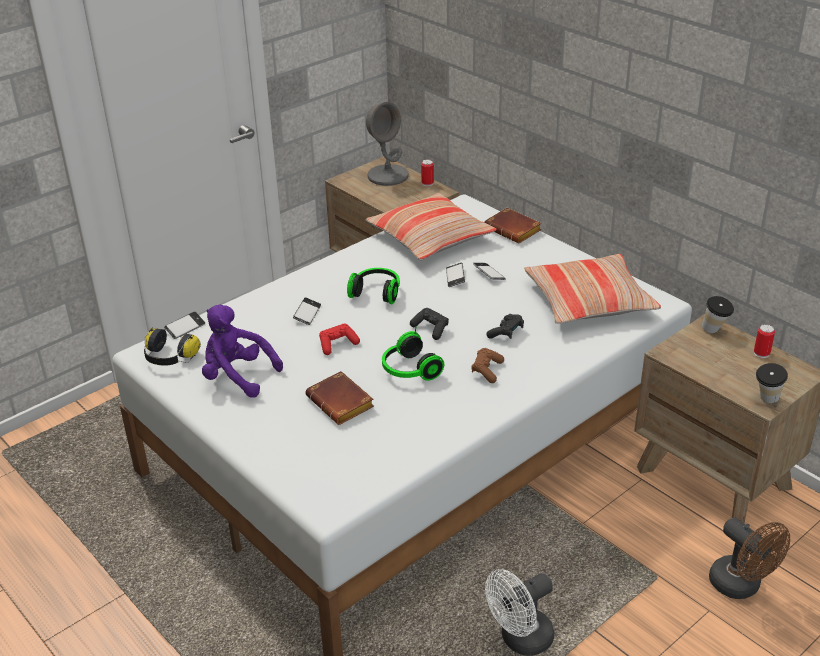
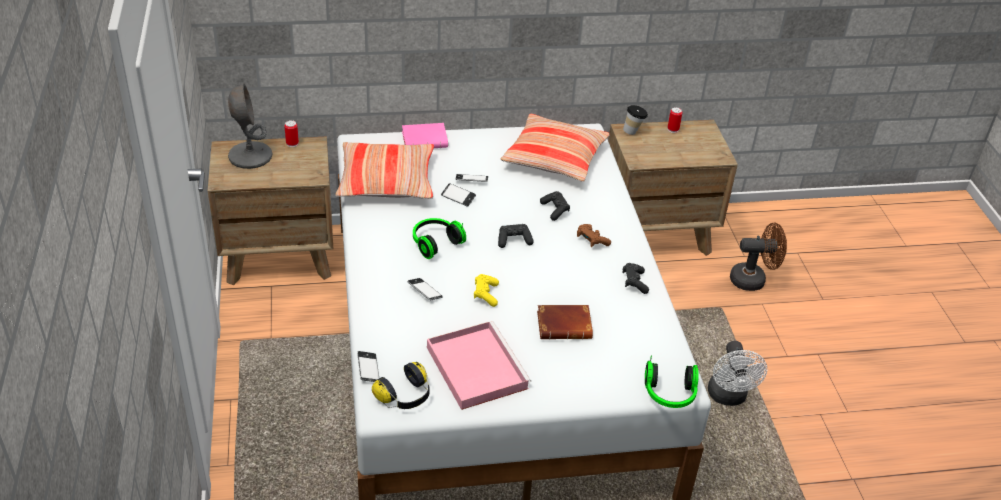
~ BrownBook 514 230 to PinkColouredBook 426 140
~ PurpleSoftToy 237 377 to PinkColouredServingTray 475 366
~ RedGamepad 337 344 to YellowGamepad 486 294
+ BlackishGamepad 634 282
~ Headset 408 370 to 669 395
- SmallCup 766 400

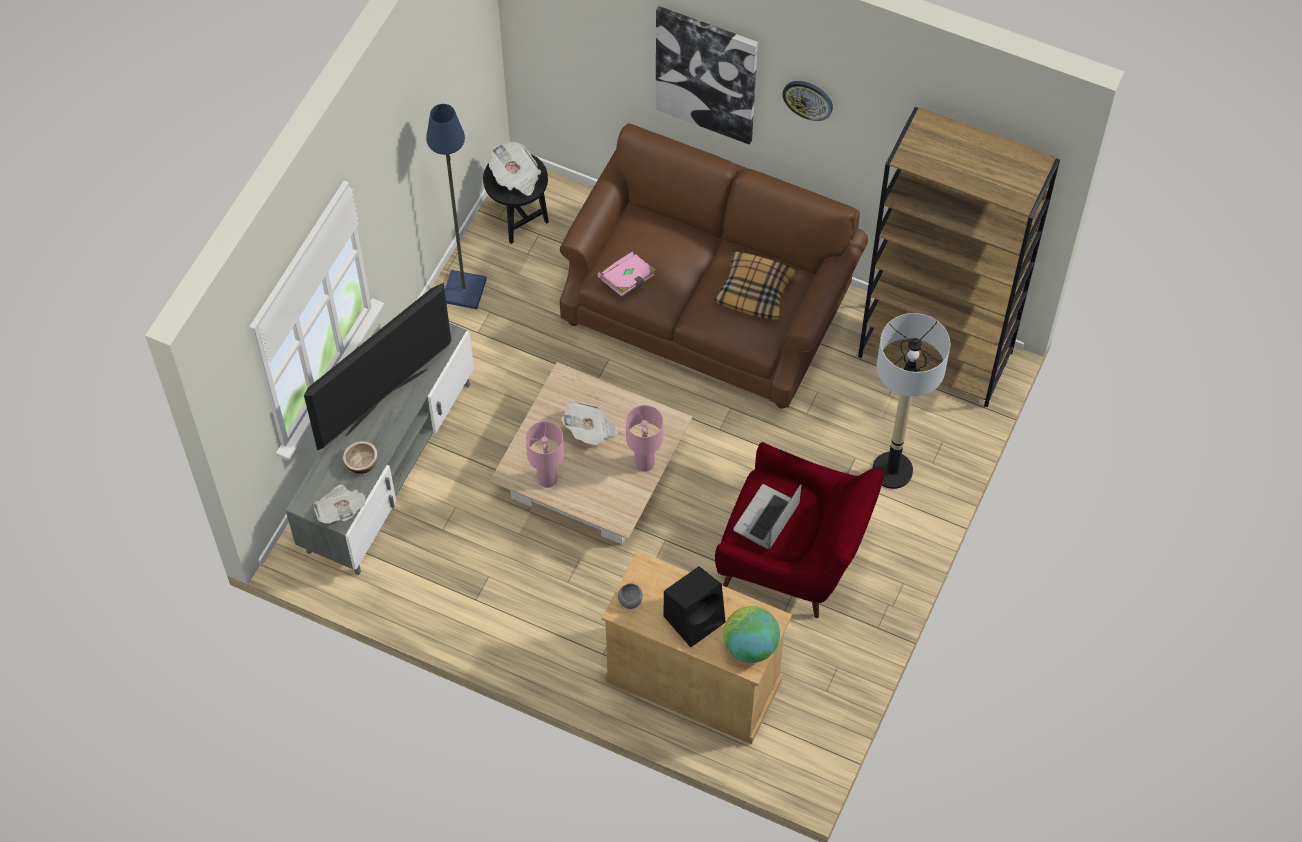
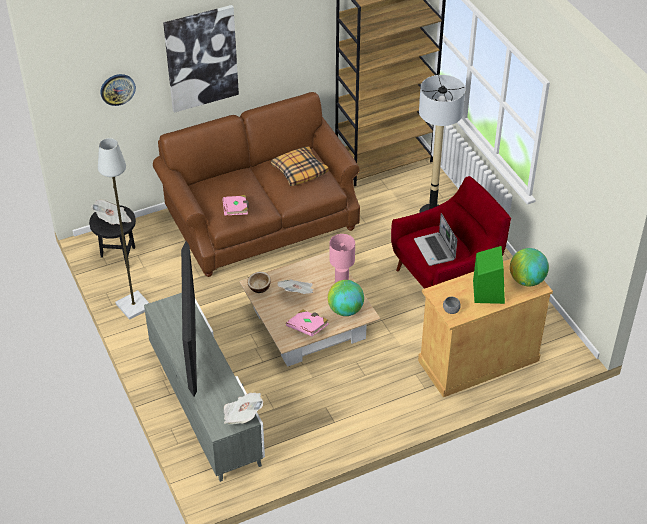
~ BluishStandardLamp 463 290 to GrayStandardLamp 133 306
~ HangingClock 808 99 to 117 89
~ DeepDish 362 463 to 259 287
~ PinkColouredTableLamp 547 478 to PinkColouredBook 307 328
+ WorldGlobe 345 310
~ BlackishAudioSpeaker 695 618 to GreenAudioSpeaker 488 291

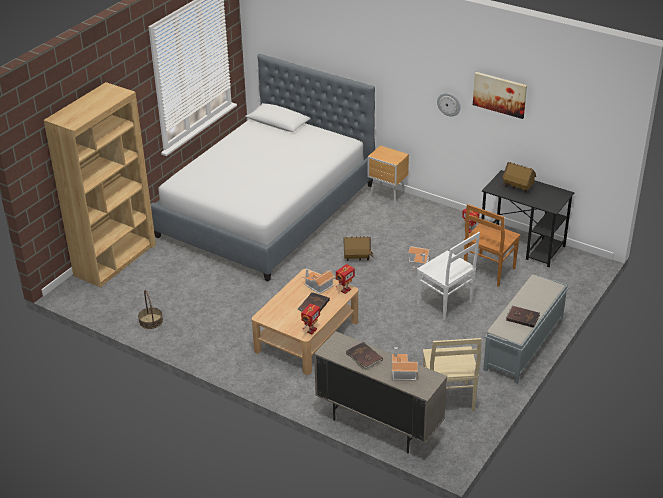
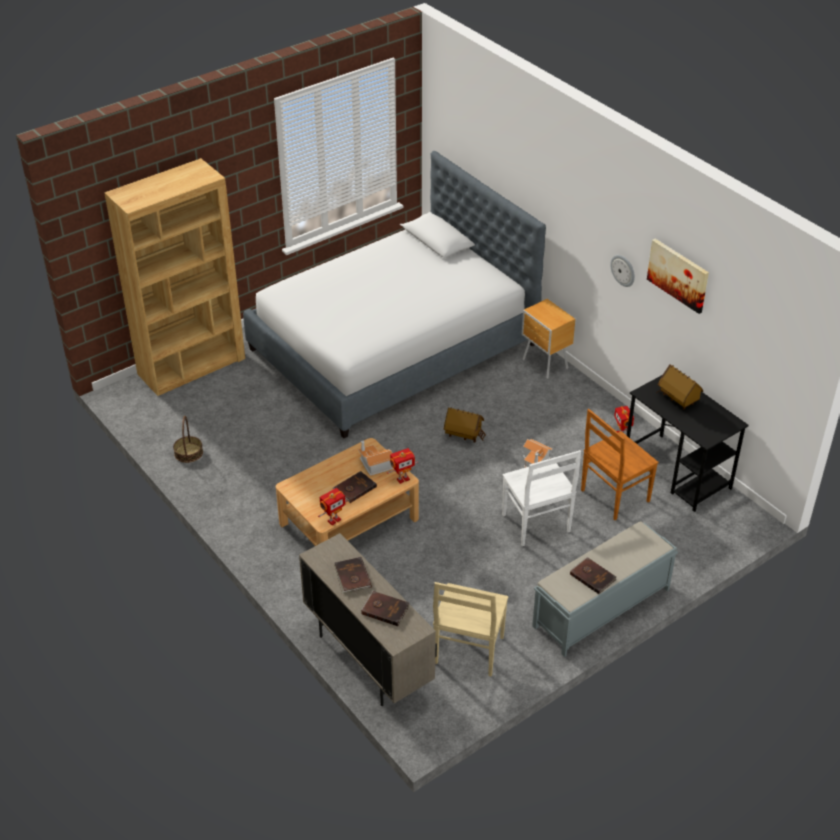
~ MiniatureHouse 402 372 to BrownBook 385 609

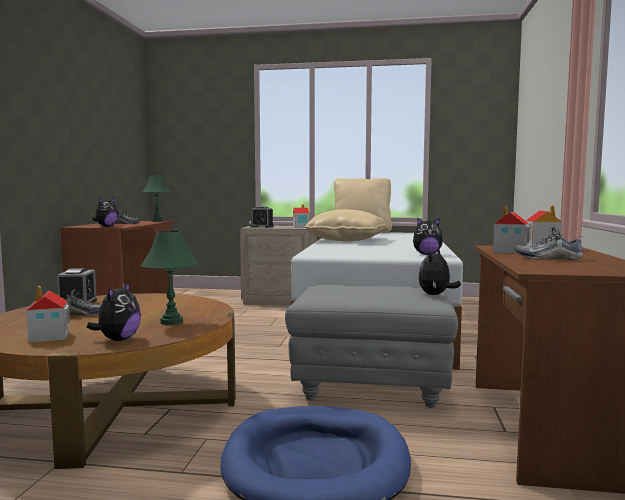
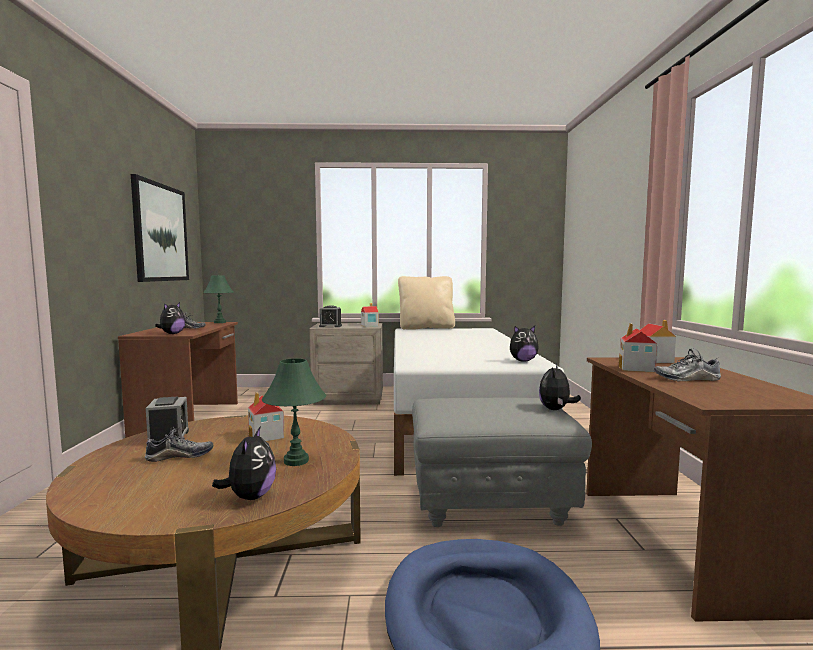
+ WallArt 160 233
~ MiniatureHouse 49 337 to 266 436
- BeigeColouredThrowPillow 346 240

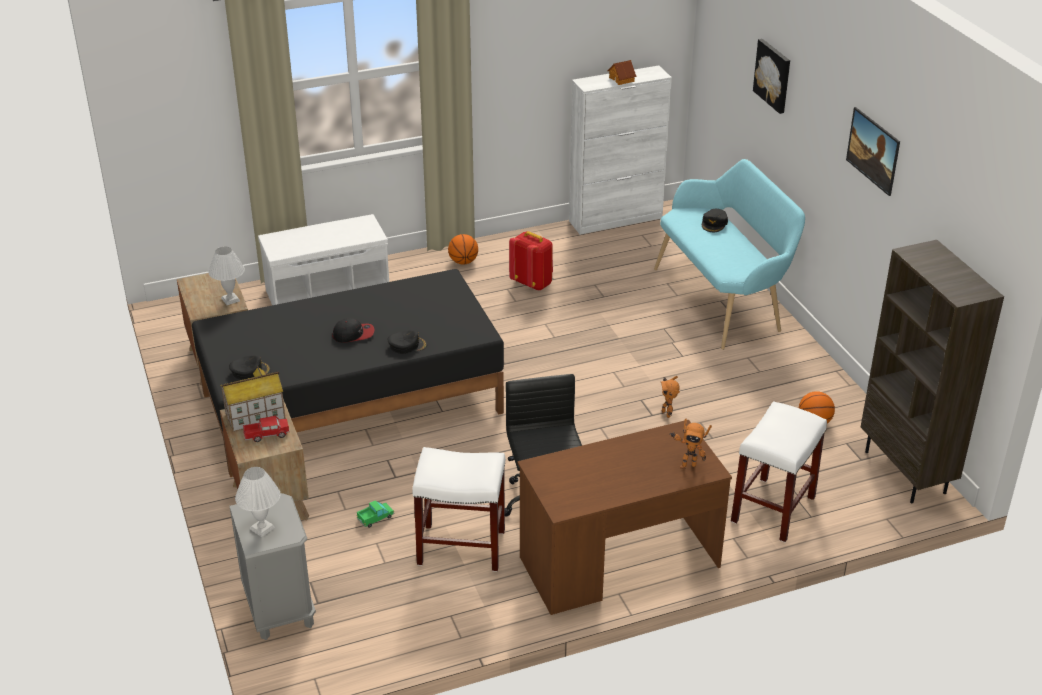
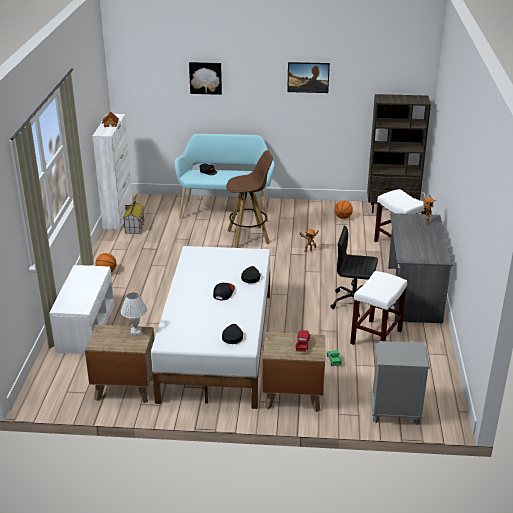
~ MiniatureHouse 255 416 to 134 227
~ BlackishSleepingBed 350 402 to WhiteSleepingBed 216 345
+ BrownStool 249 237
~ BrownDeskUnit 619 562 to GrayDeskUnit 413 294
- WhiteTableLamp 263 528
- RedRucksack 532 283

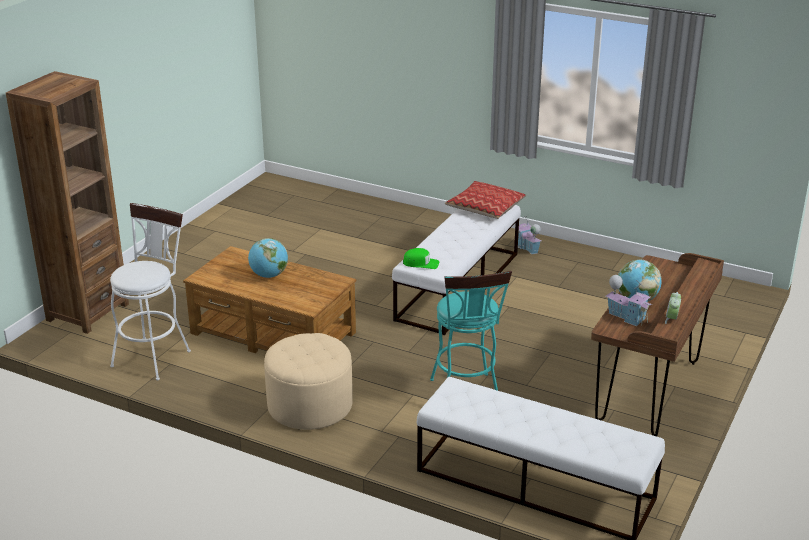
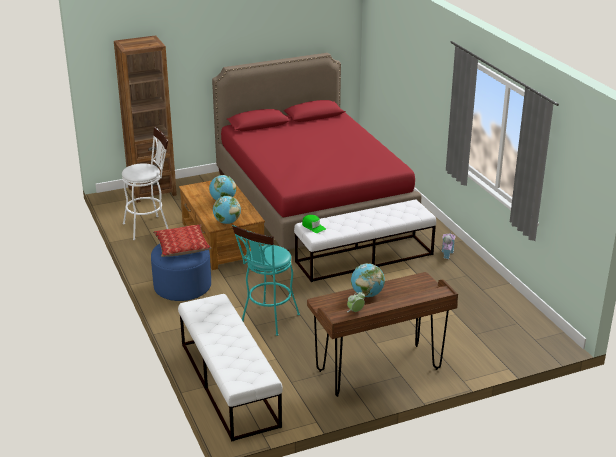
~ BeigeColouredPouffe 310 405 to BluishPouffe 182 286
~ ThrowPillow 485 207 to 182 246
+ RedSleepingBed 312 200
+ WorldGlobe 227 222
- MiniatureHouse 627 317

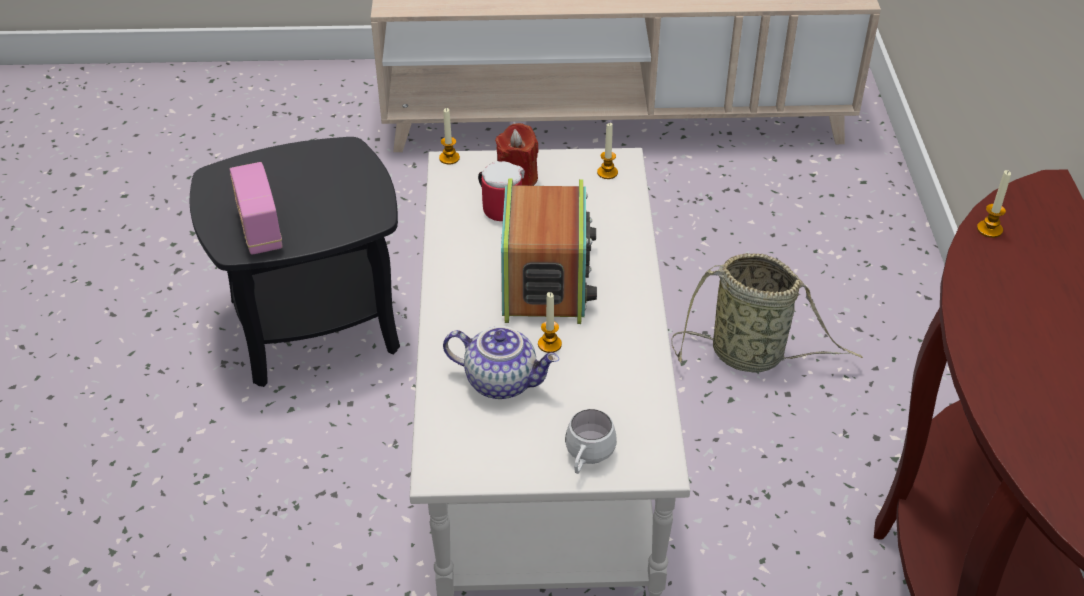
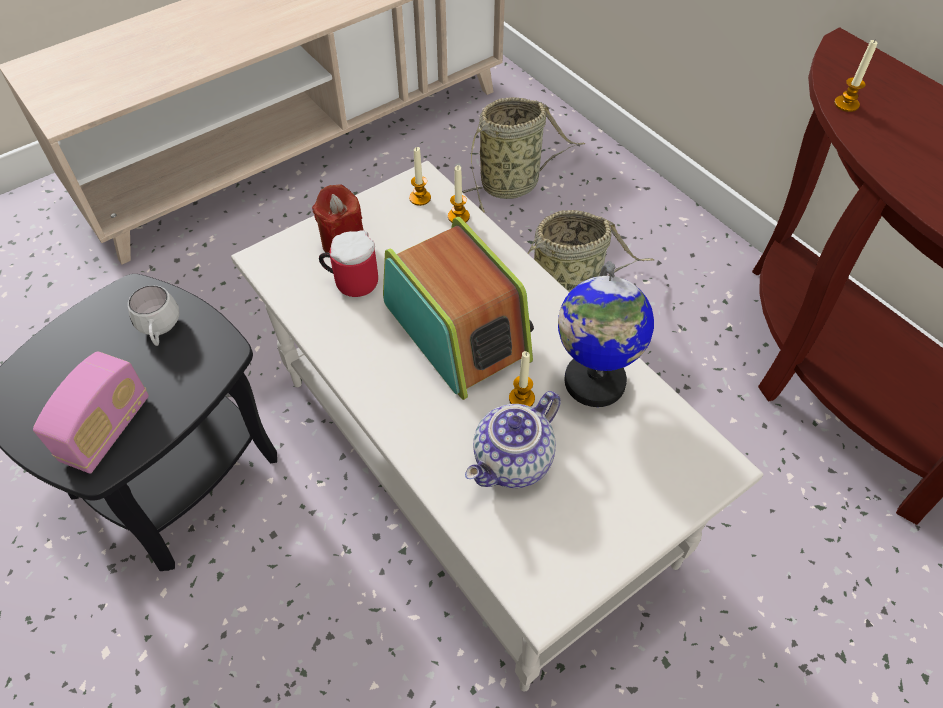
~ Radio 259 229 = 107 430 105 degrees counterclockwise
~ WhiteTeaMug 587 459 to 160 331
~ Candle 449 158 to 458 216
+ Basket 513 184
~ Teapot 502 381 = 514 463 150 degrees clockwise
+ WorldGlobe 594 382

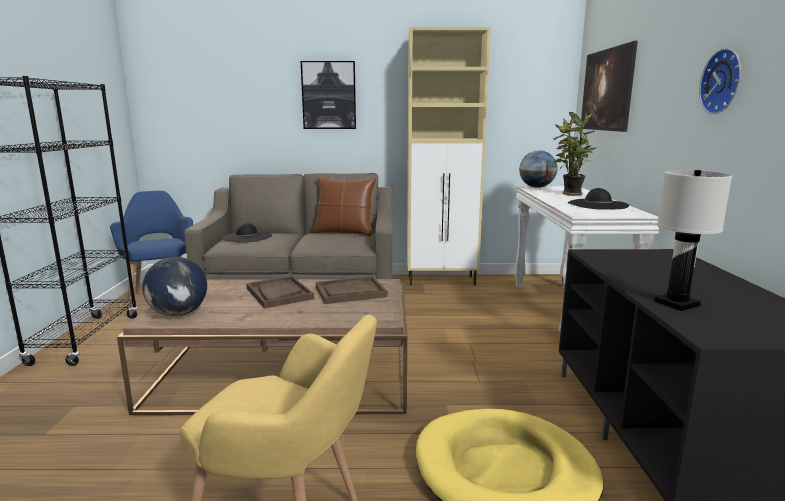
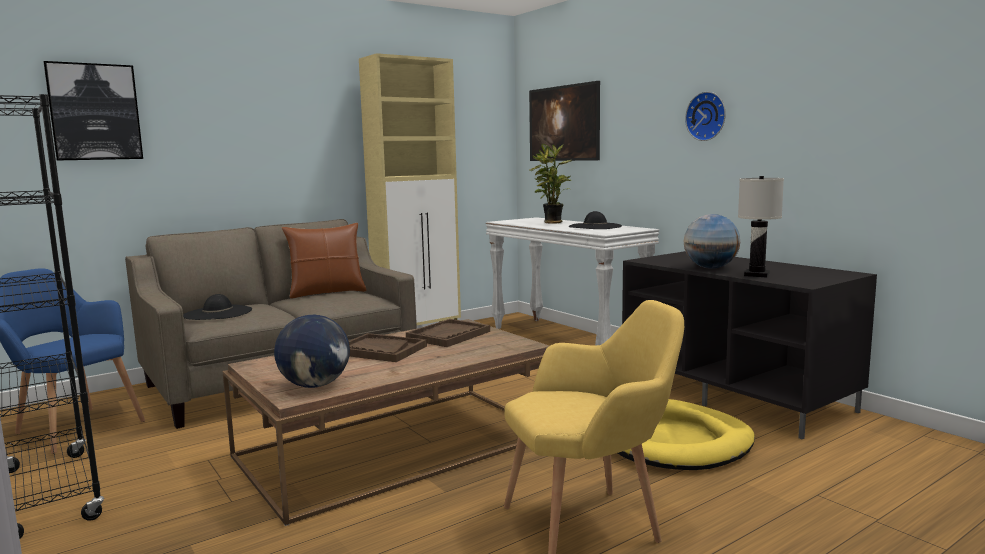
~ WallArt 329 95 to 95 112
~ WorldGlobe 536 187 to 711 268

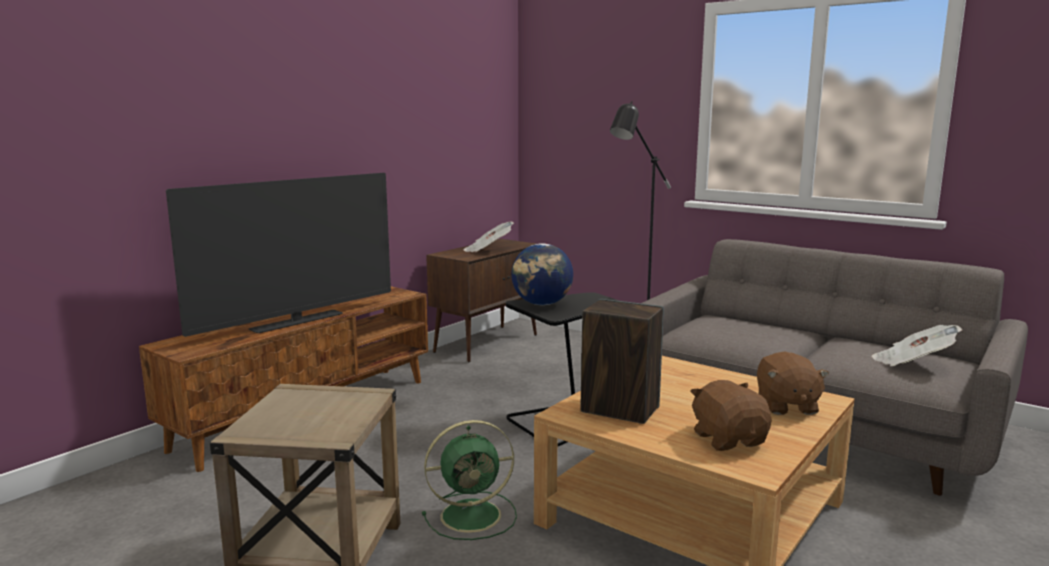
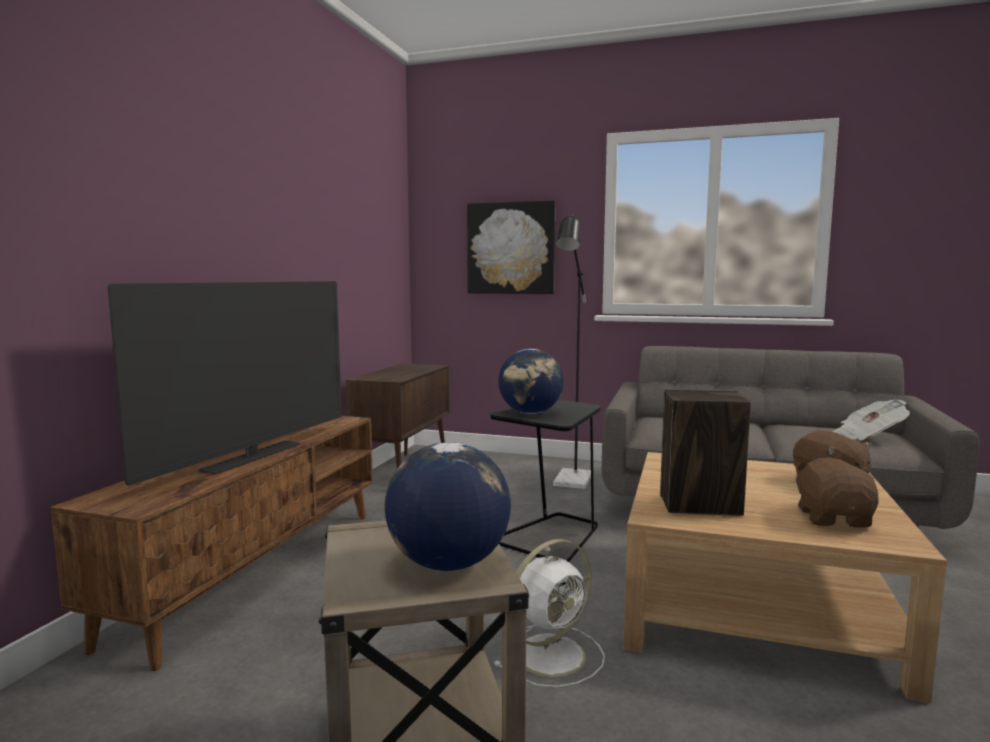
+ WorldGlobe 448 564
+ WallArt 511 248
~ GreenElectricFan 473 515 to WhiteElectricFan 552 654
~ BrownSoftToy 729 439 = 834 518 45 degrees clockwise
- PrintedPaper 488 250

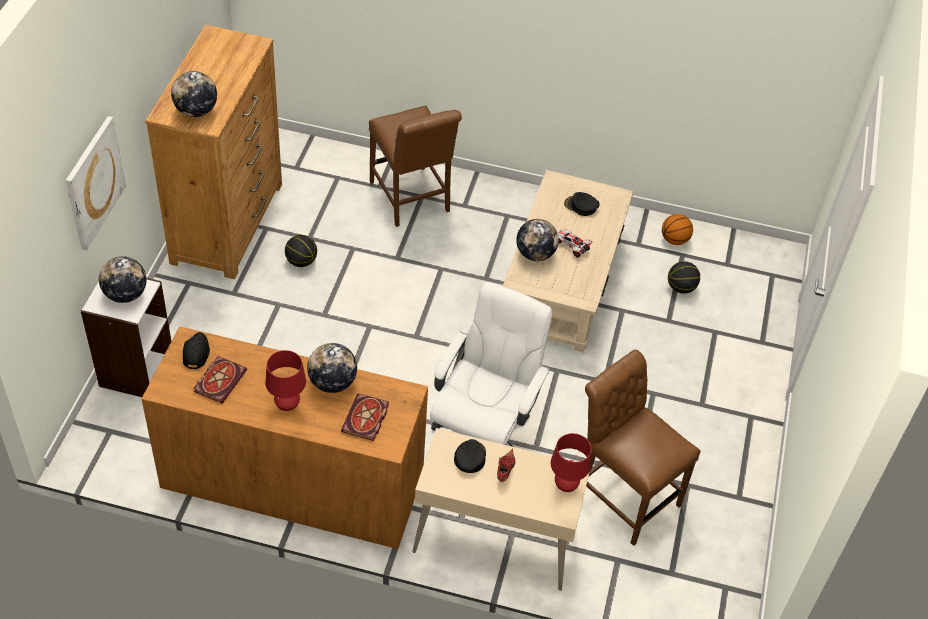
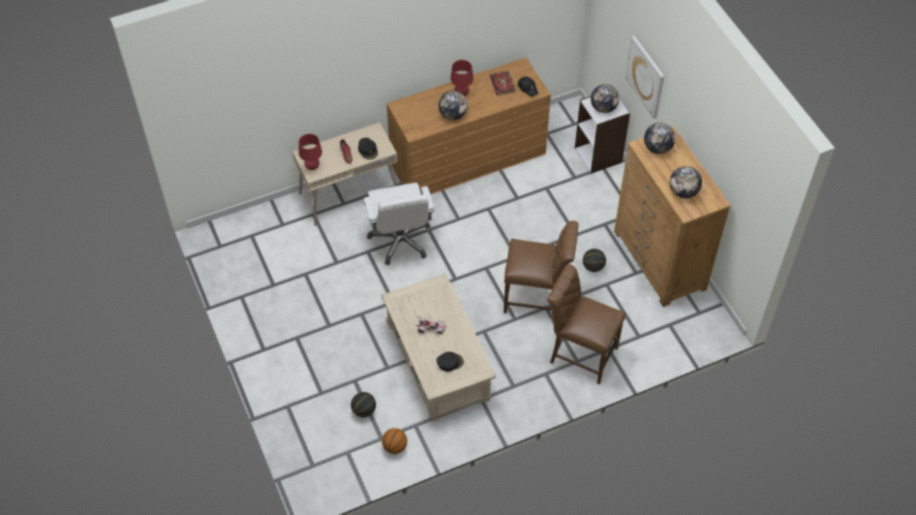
~ BrownPlainChair 623 494 to 536 298
~ WorldGlobe 535 254 to 683 192
- Book 366 419

